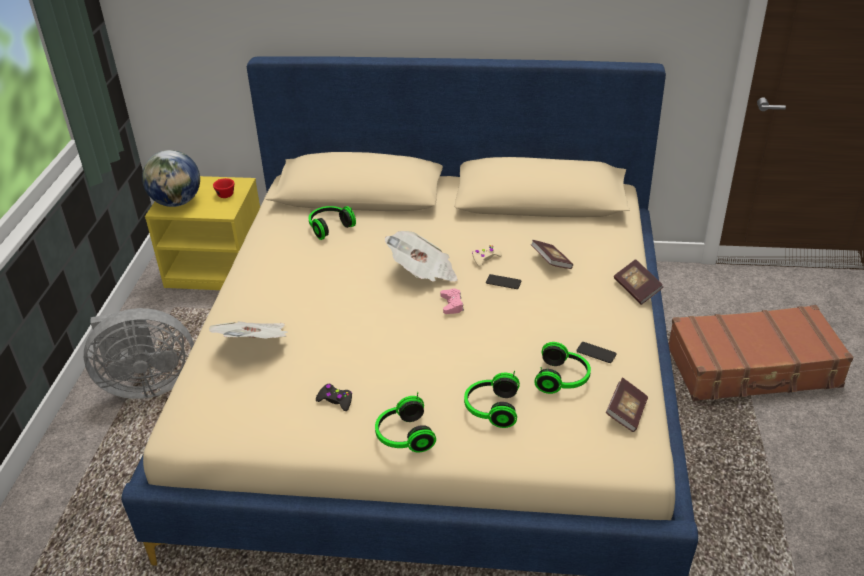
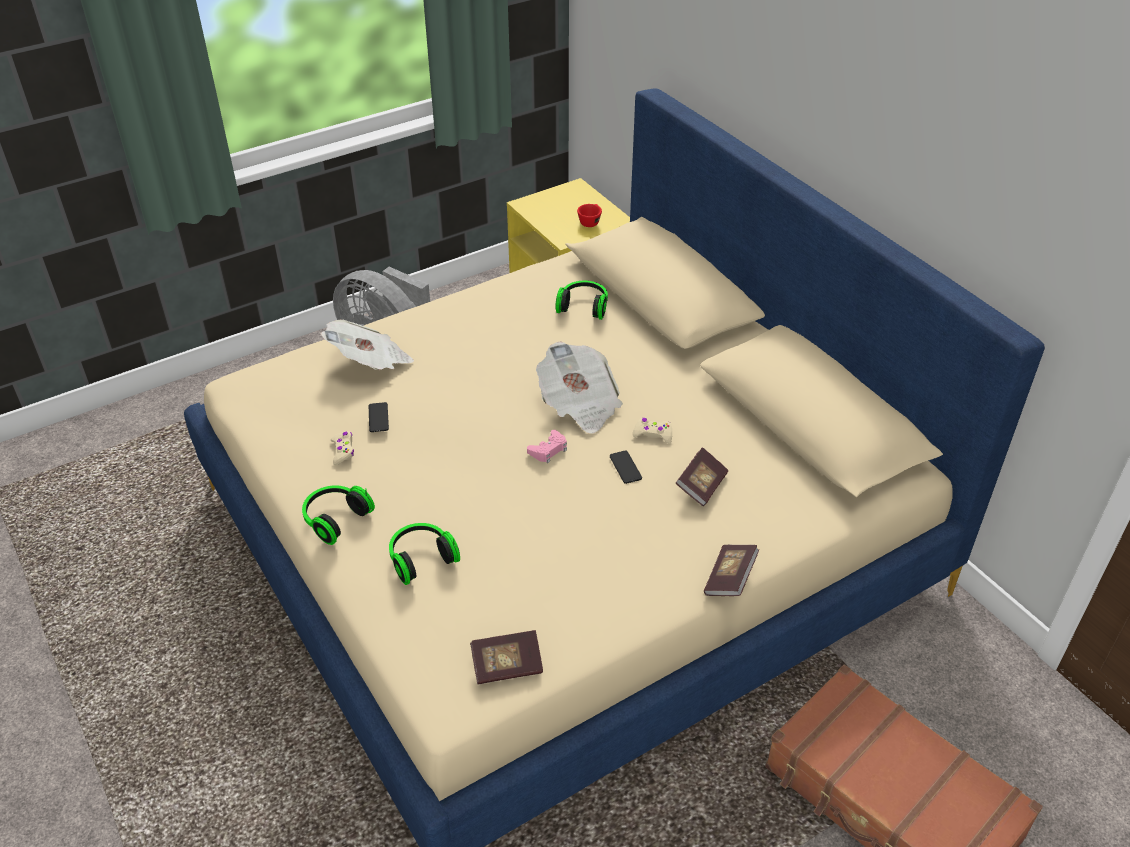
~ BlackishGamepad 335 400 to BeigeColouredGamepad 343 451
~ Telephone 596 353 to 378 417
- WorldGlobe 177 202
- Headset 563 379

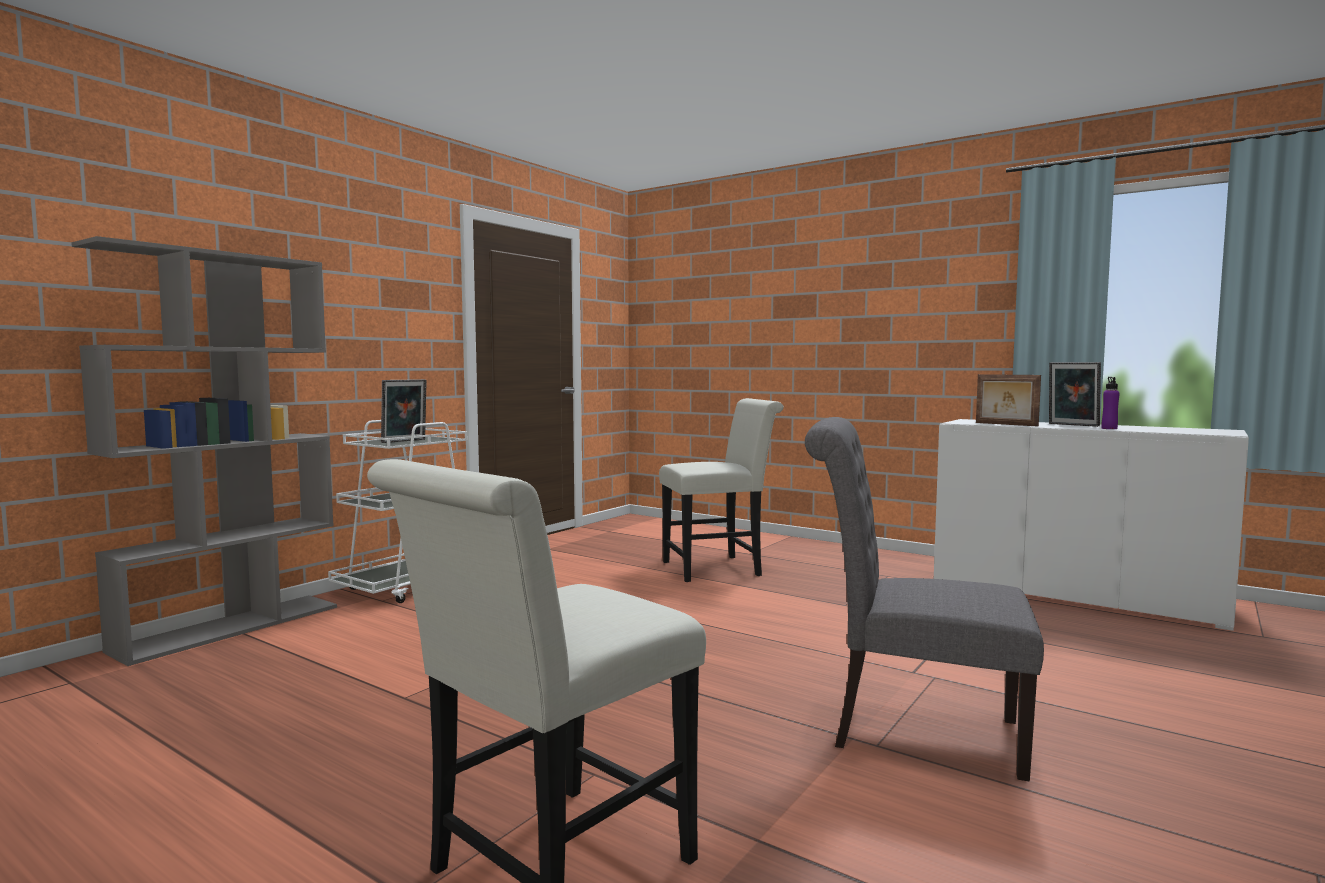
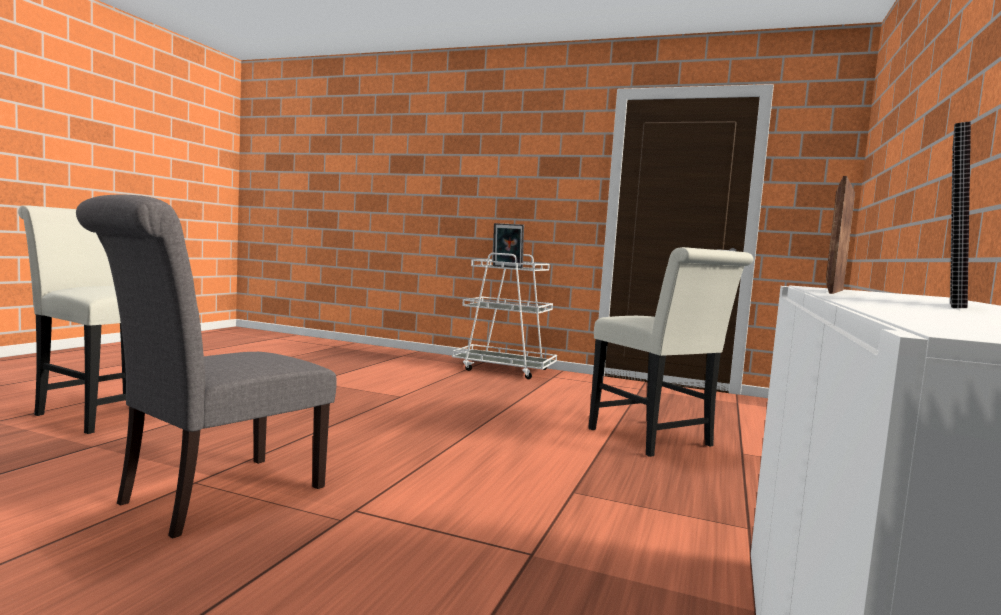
~ GrayPlainChair 913 732 = 212 497 150 degrees counterclockwise
- GrayShelvingUnit 230 627
- PurpleBeverageBottle 1109 428

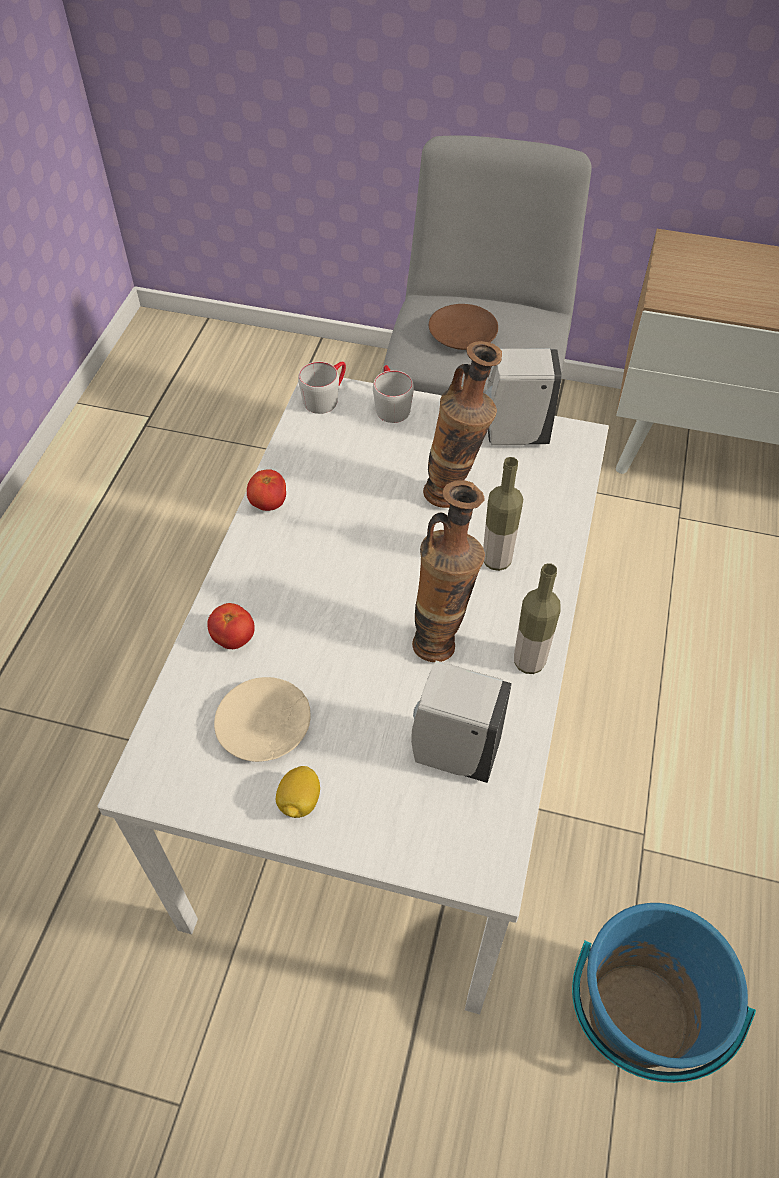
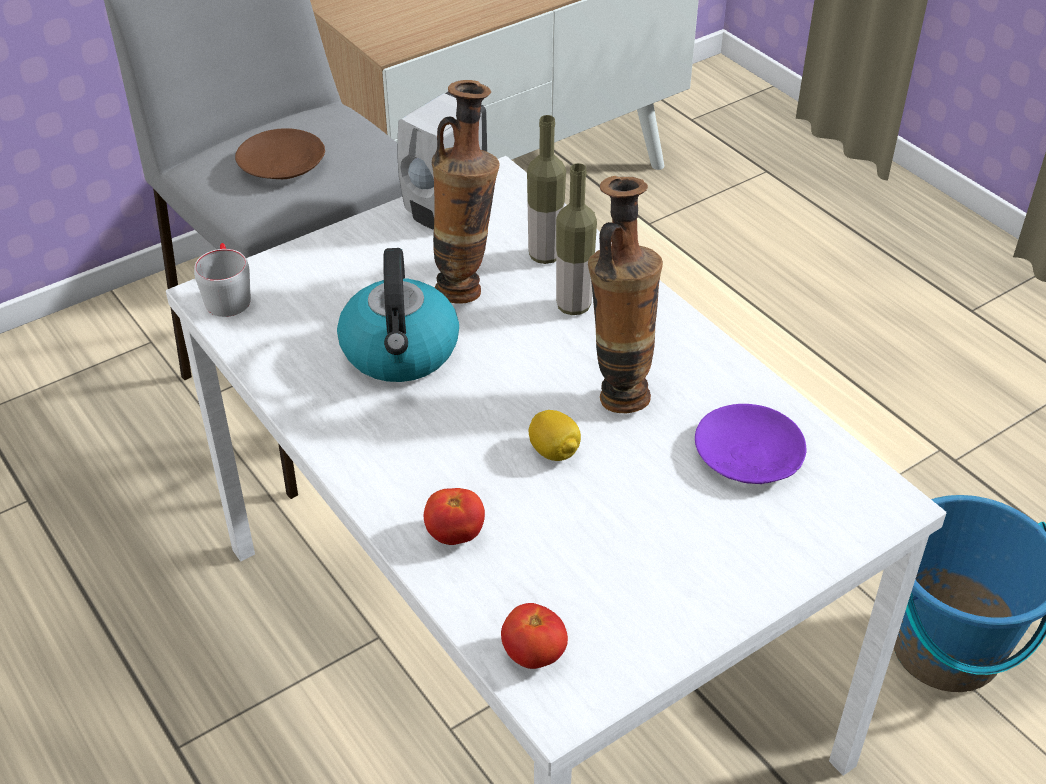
+ TeaKettle 401 352
~ Tomato 268 504 to 534 655
~ BeverageBottle 529 662 to 545 255
~ CitrusFruit 299 801 to 554 451
~ WhiteSoapBottle 452 752 to PurpleDinnerPlate 749 455
- BeigeColouredDinnerPlate 265 725
- GrayTeaMug 390 405

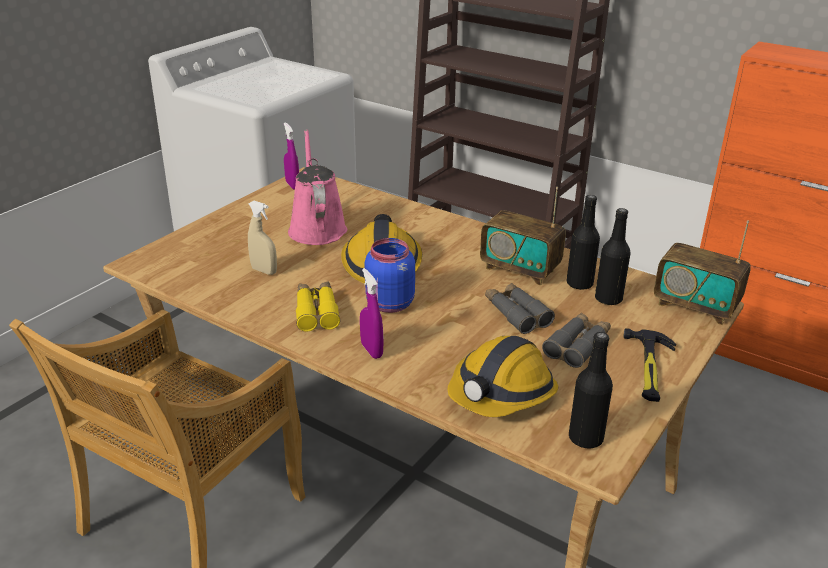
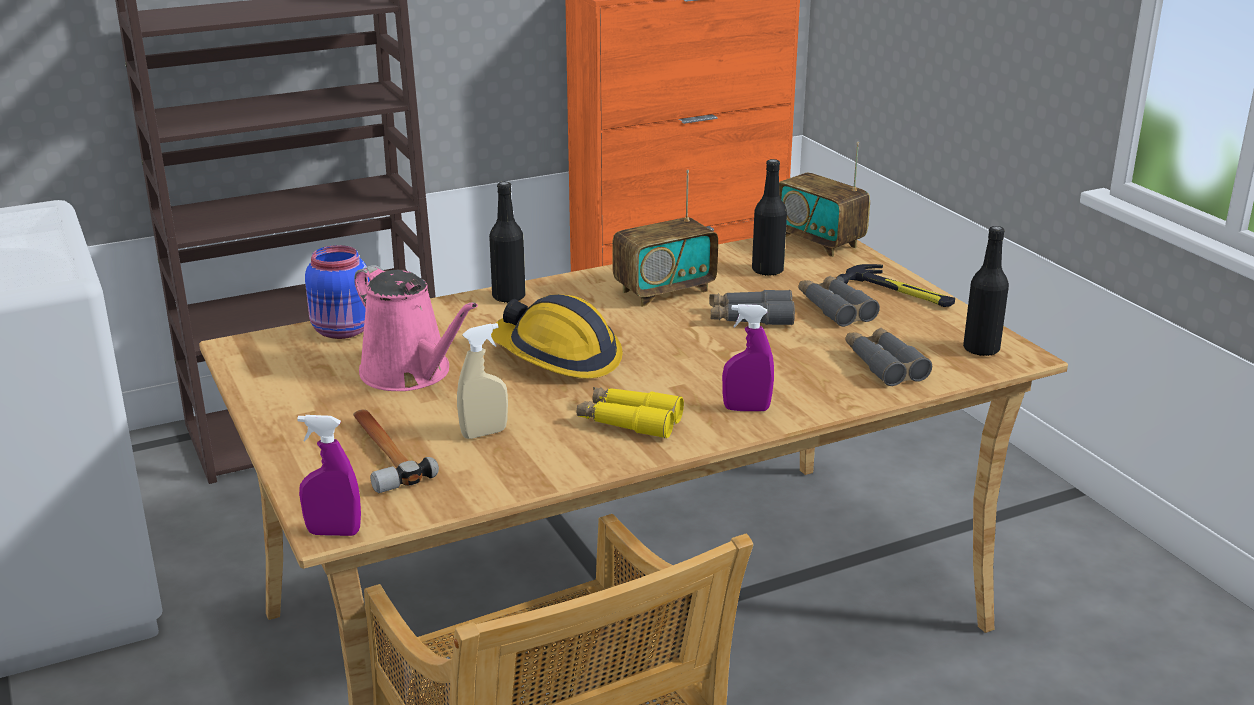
~ PurpleHandSprayer 292 185 to 333 532
~ BluishStorageJar 389 305 to 343 331
+ Hammer 382 453
~ PinkColouredSprinklingCan 316 228 = 411 373 150 degrees counterclockwise
~ BlackishBeverageBottle 579 284 to 509 297
~ Radio 695 306 = 818 242 75 degrees clockwise
~ HardHat 502 393 to GrayFieldGlasses 884 365

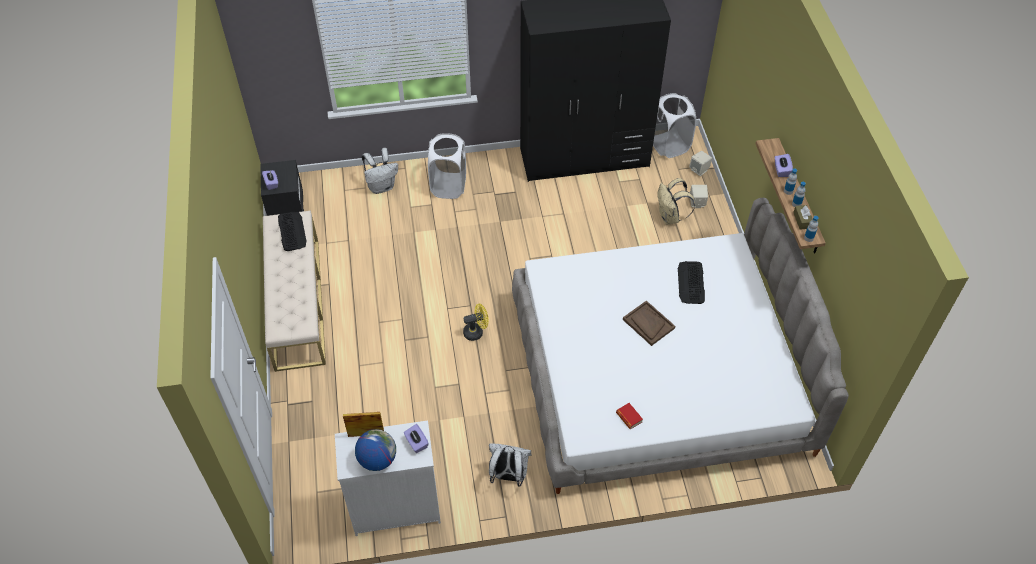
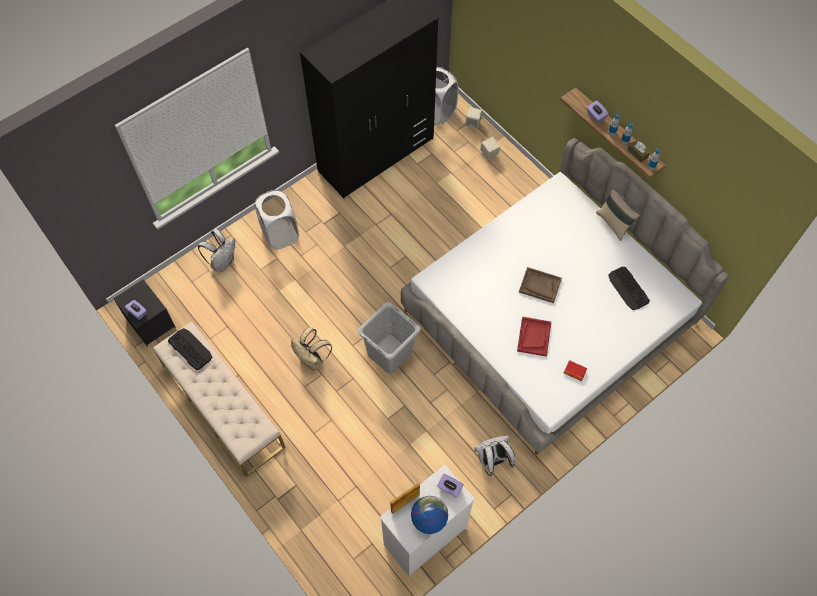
~ BeigeColouredRucksack 670 217 to 312 360
~ YellowElectricFan 476 332 to GrayHamper 389 353
+ RedServingTray 534 337
+ BeigeColouredThrowPillow 614 223
~ Keyboard 691 283 to 628 288

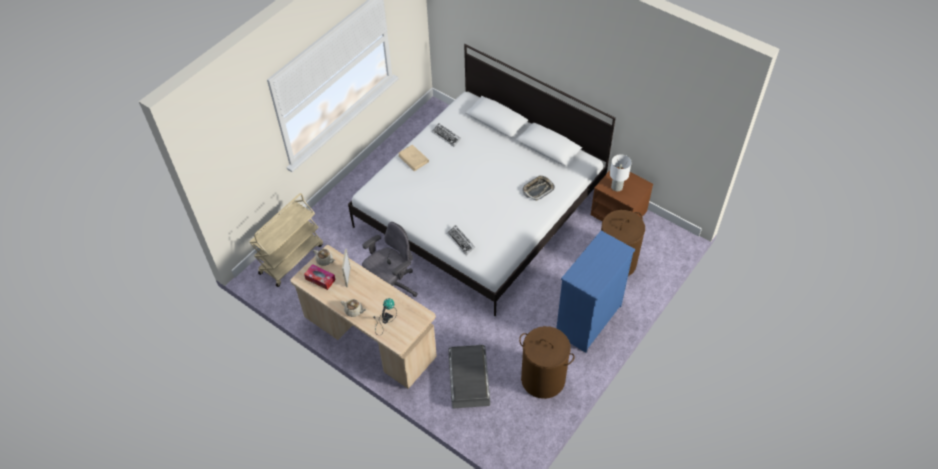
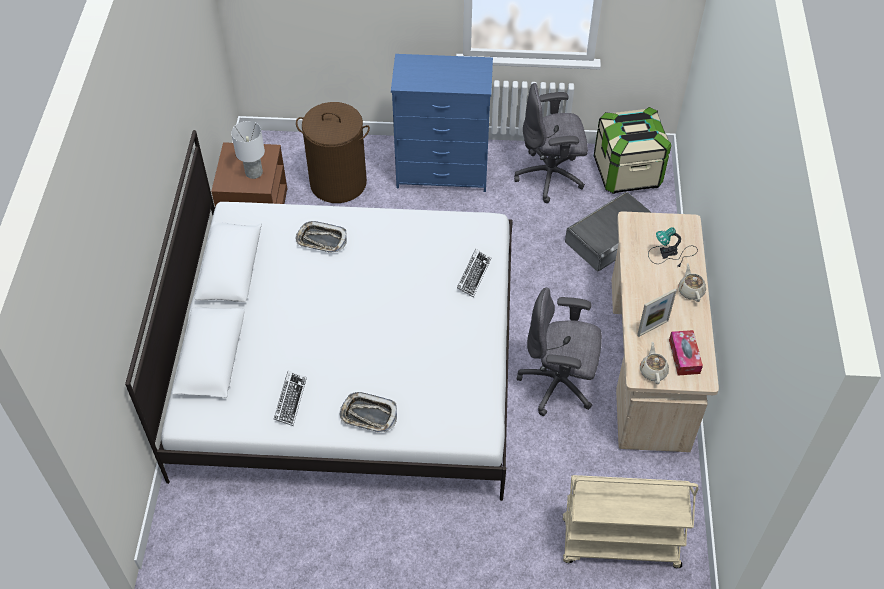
~ BeigeColouredBook 413 159 to ServingTray 368 415
~ BrownHamper 543 379 to GrayDeskChair 550 177
+ StorageContainer 627 172

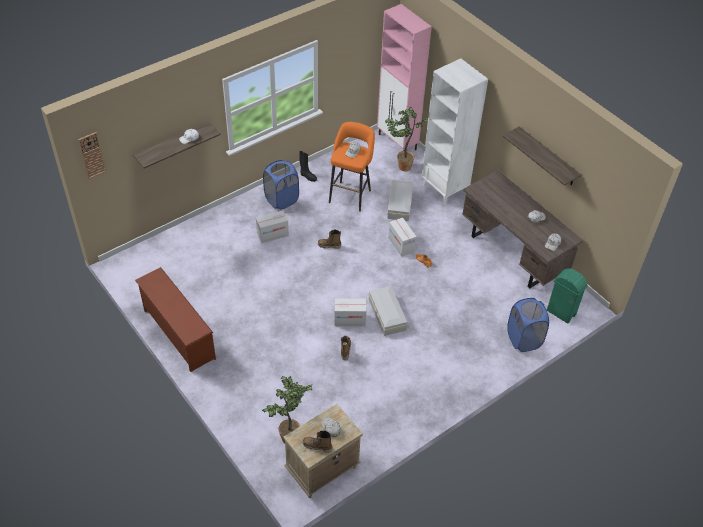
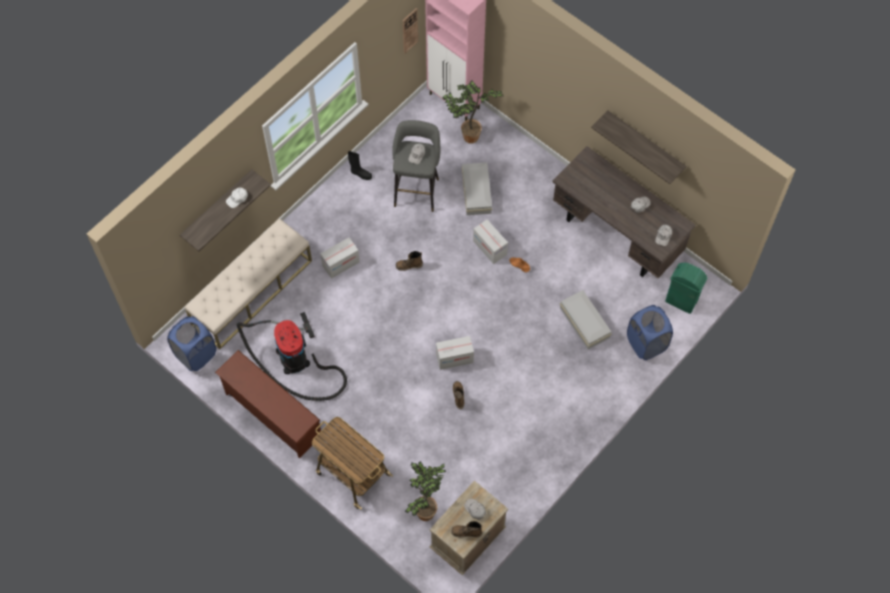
~ BluishHamper 281 199 to 196 354
+ BeigeColouredLongSeat 252 292
+ Hoover 295 361
+ Trolley 352 473
~ OrangeColouredStool 351 194 to GrayStool 417 190
~ HangingClock 92 155 to 409 30
~ WhiteStorageContainer 387 314 to 584 321
- WhiteShelvingUnit 445 189

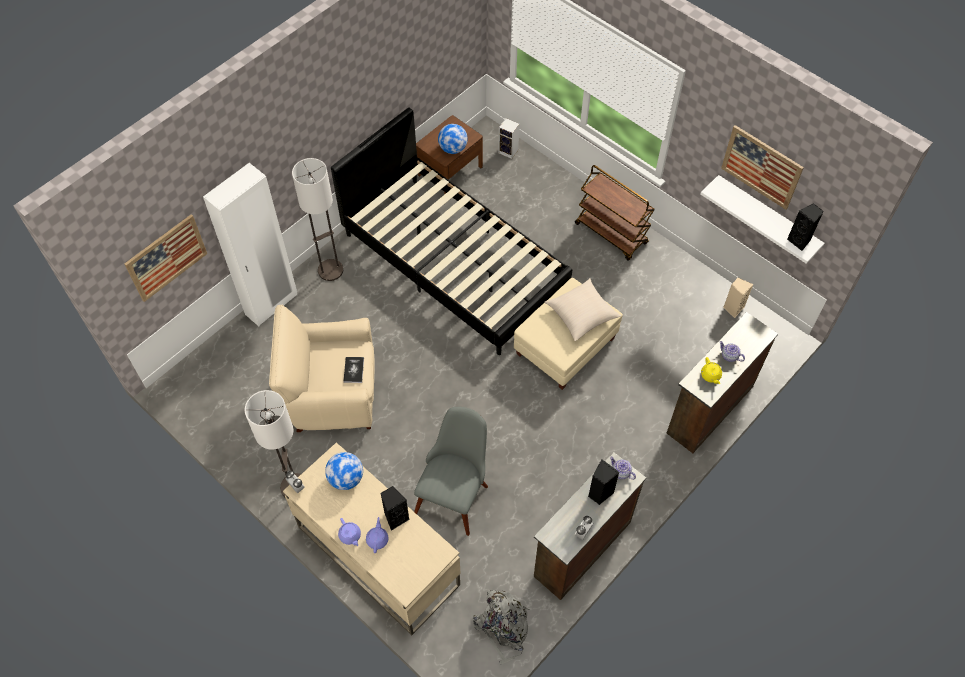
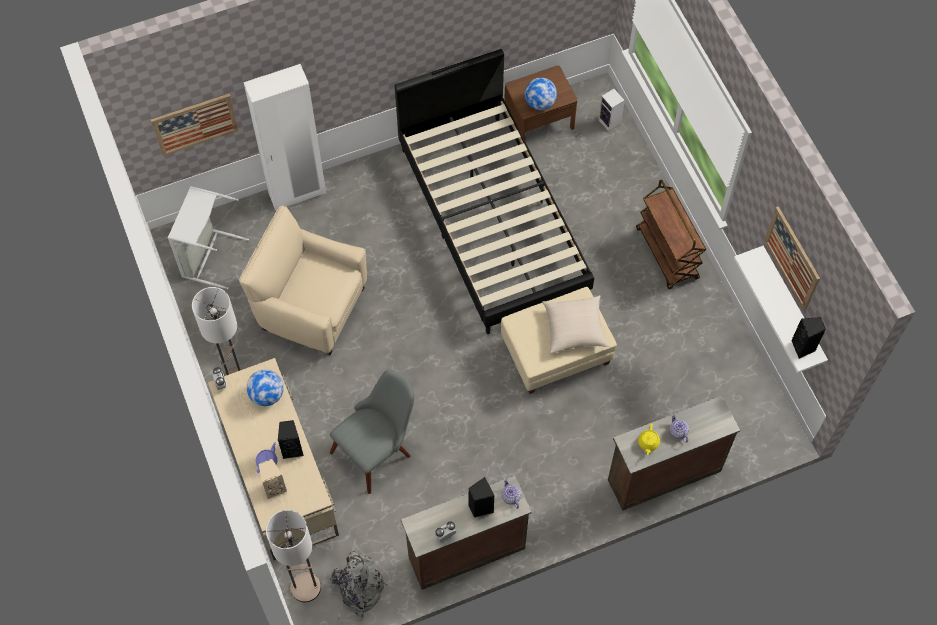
+ GrayHamper 208 256
~ BeigeColouredAudioSpeaker 733 308 to 274 487
~ StandardLamp 330 270 to 305 587
- PurpleTeapot 350 536
- Book 353 370

